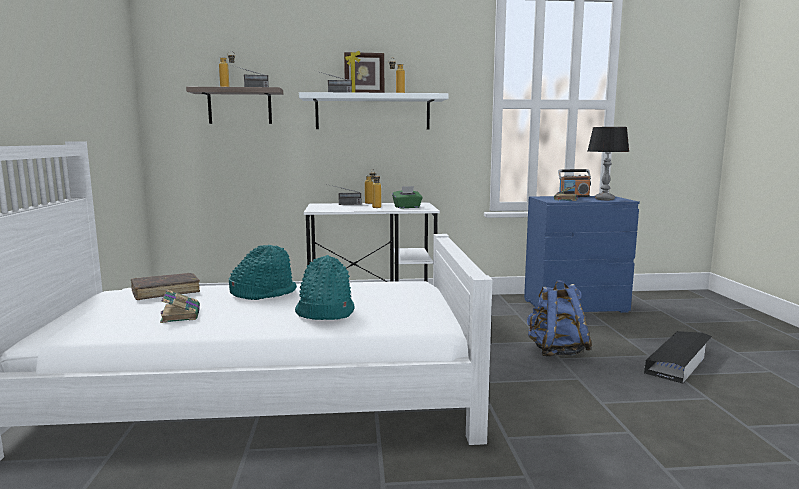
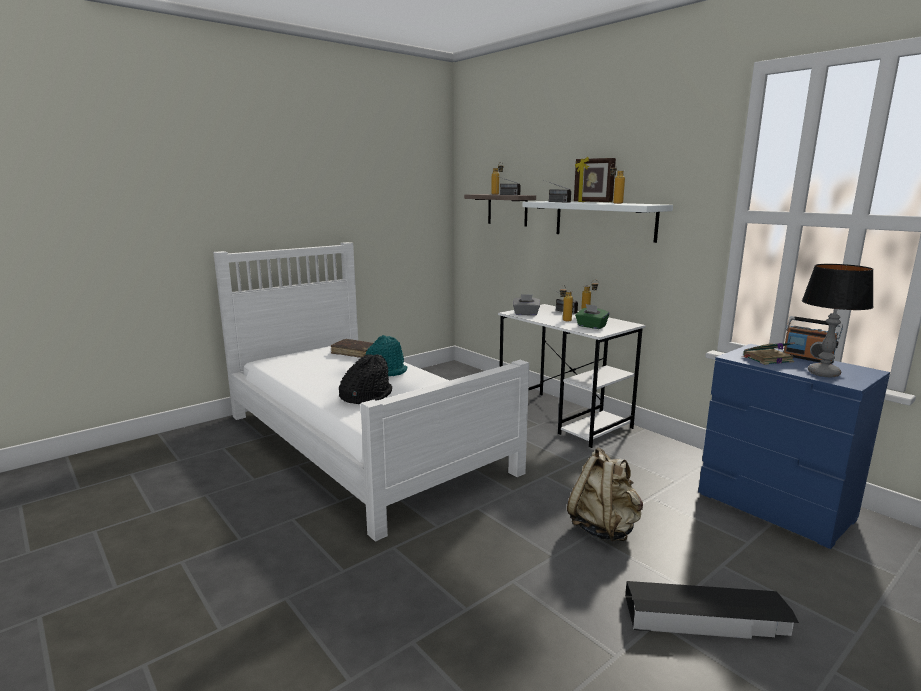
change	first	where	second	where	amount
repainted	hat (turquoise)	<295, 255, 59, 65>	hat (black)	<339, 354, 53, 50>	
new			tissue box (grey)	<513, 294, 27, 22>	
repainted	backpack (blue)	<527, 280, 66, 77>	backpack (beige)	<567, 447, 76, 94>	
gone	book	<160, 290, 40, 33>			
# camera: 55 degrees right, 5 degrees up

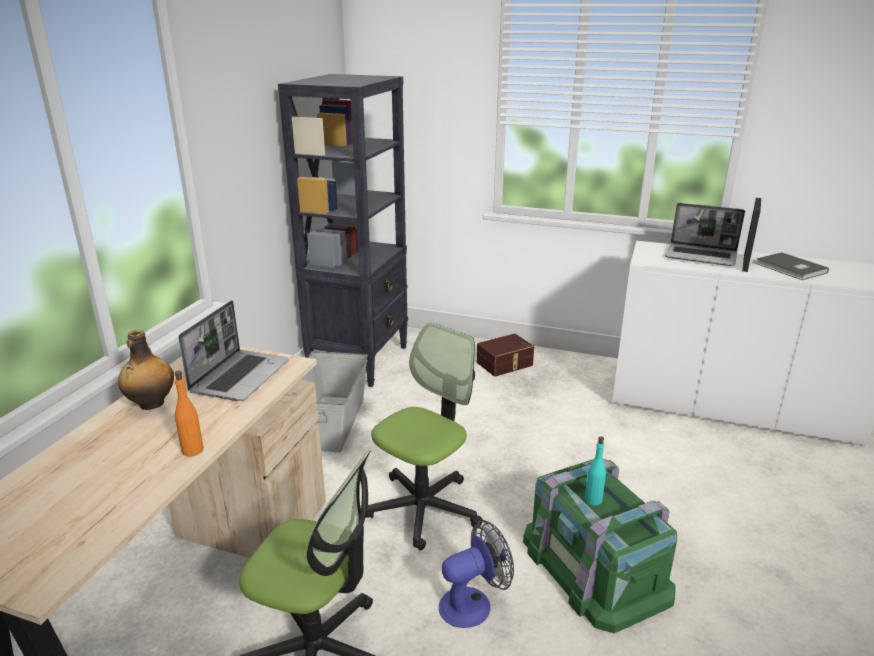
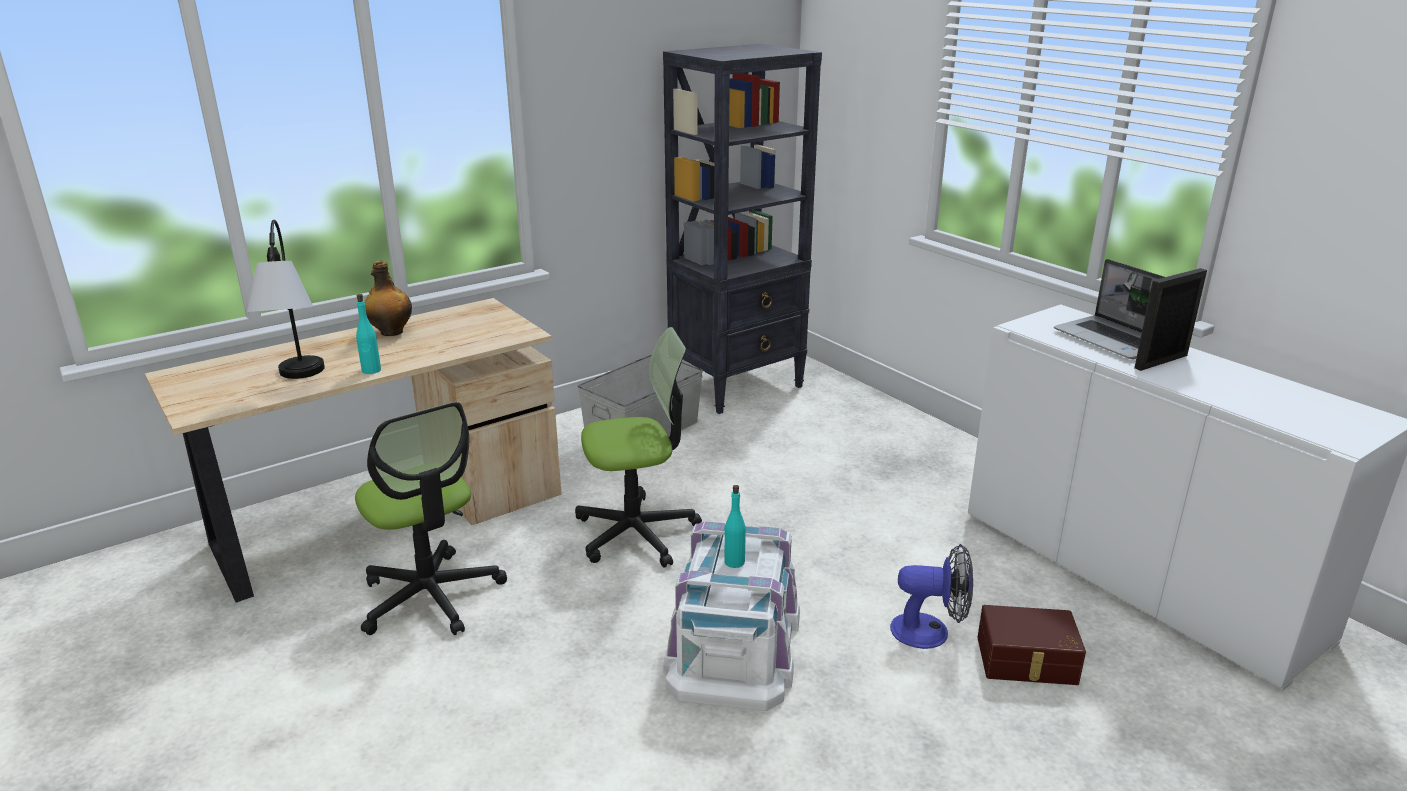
change	first	where	second	where	amount
new			table lamp	<247, 220, 78, 159>	
repainted	bottle (orange)	<175, 371, 29, 86>	bottle (turquoise)	<356, 294, 25, 80>	
repainted	storage box (green)	<523, 459, 154, 174>	storage box (white)	<663, 521, 137, 190>	
shifted	fan	<439, 520, 75, 108>		<890, 544, 83, 105>	
shifted	storage box (brown)	<477, 334, 57, 43>		<977, 605, 109, 80>	
gone	laptop	<178, 300, 111, 101>			
gone	book (grey)	<756, 252, 73, 28>			
# camera: 35 degrees right, 0 degrees up

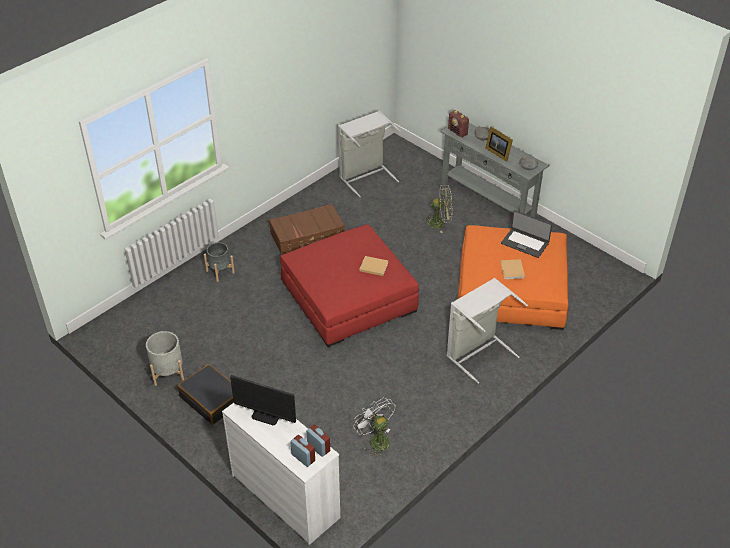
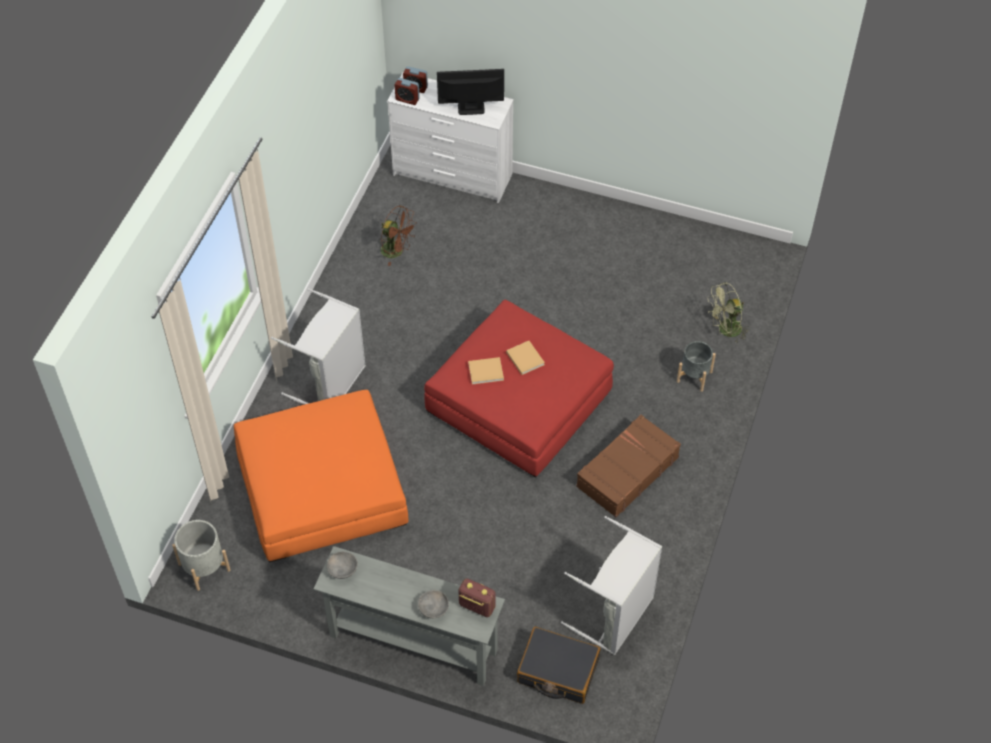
change	first	where	second	where	amount
shifted	planter (grey)	<146, 331, 38, 55>		<172, 520, 59, 71>	
repainted	fan (white)	<353, 397, 43, 60>	fan (brown)	<379, 205, 38, 61>	
shifted	book (beige)	<501, 259, 24, 20>		<506, 341, 39, 34>	
shifted	suitcase (black)	<178, 364, 56, 61>		<517, 626, 84, 78>	
shifted	fan (green)	<423, 185, 30, 48>		<708, 282, 42, 61>	
gone	picture frame	<485, 127, 28, 35>			
gone	laptop	<501, 210, 51, 48>			
# camera: 155 degrees right, 10 degrees up

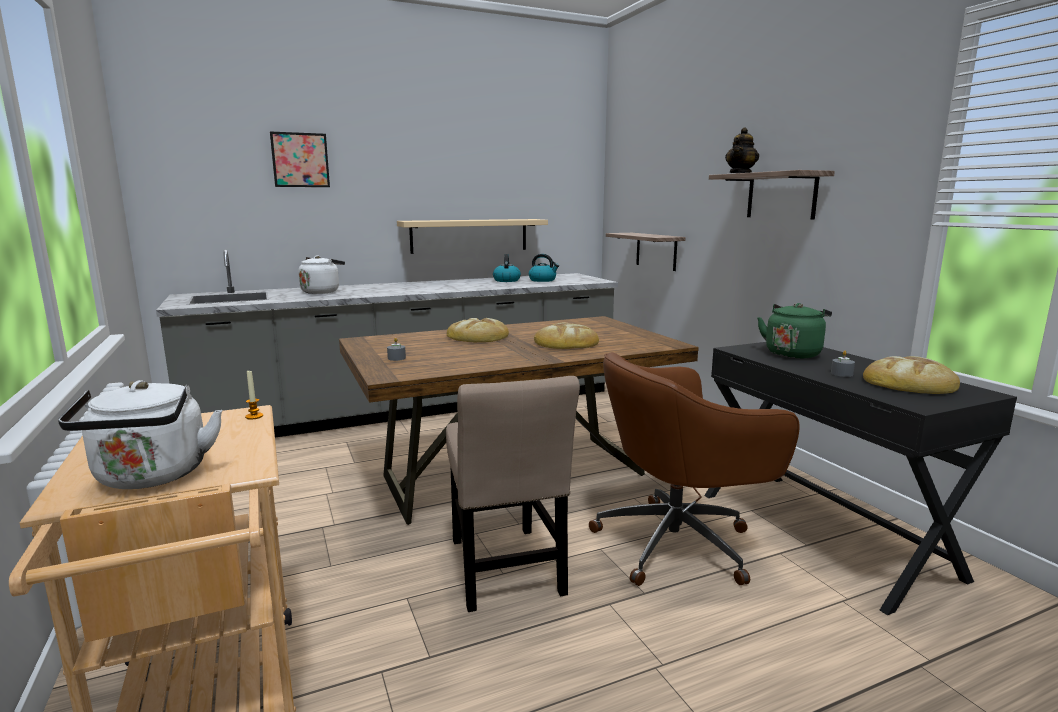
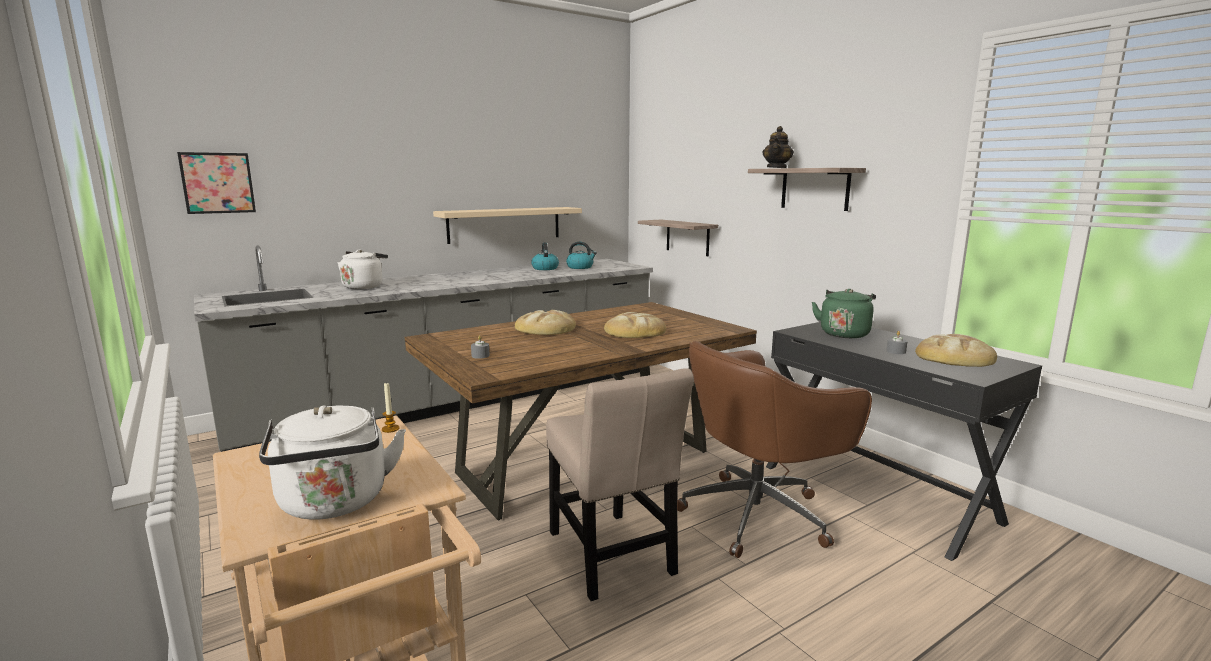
change	first	where	second	where	amount
shifted	picture	<270, 132, 60, 55>		<177, 152, 79, 62>	
# camera: 10 degrees left, 0 degrees up

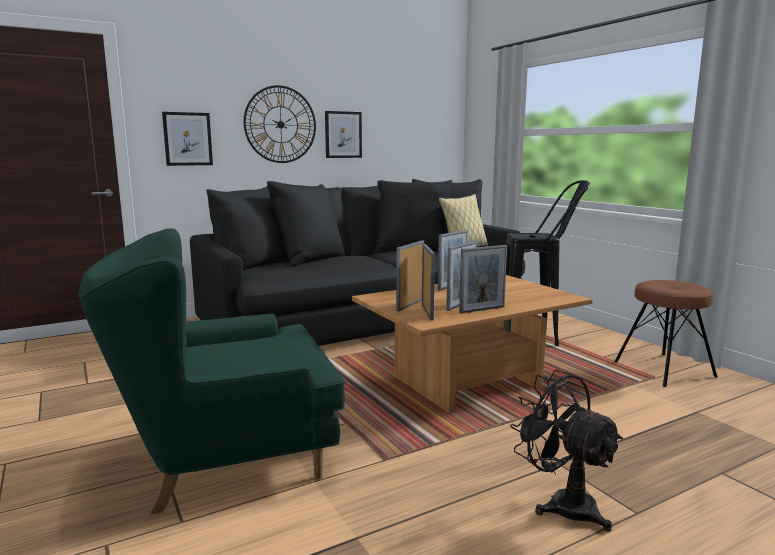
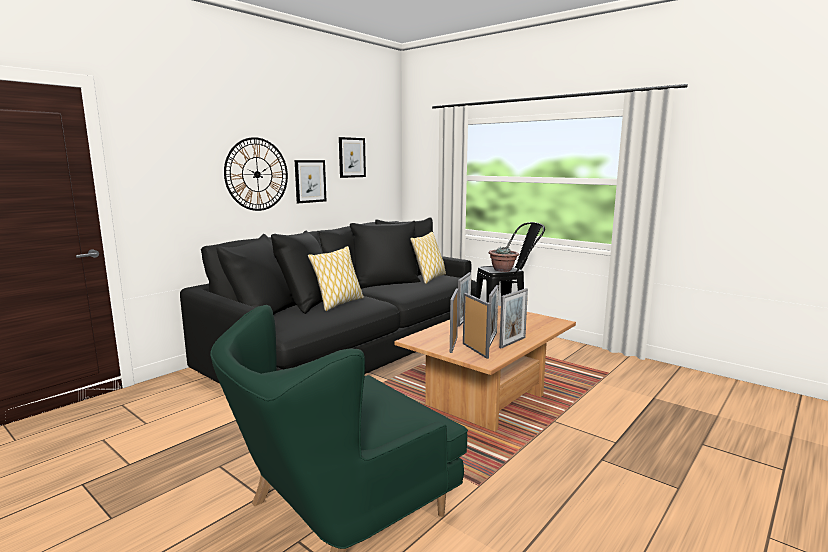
change	first	where	second	where	amount
new			pillow	<308, 246, 56, 65>	
shifted	picture	<162, 112, 51, 54>		<339, 137, 27, 41>	
new			potted plant	<489, 246, 30, 26>	
gone	fan (black)	<510, 370, 113, 162>			
gone	stool (brown)	<614, 280, 104, 107>			
# camera: 20 degrees left, 0 degrees up

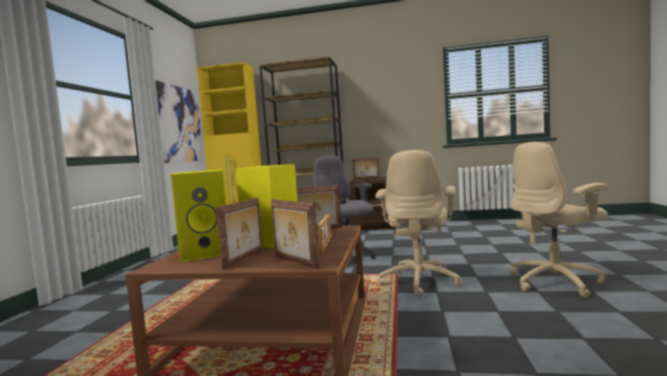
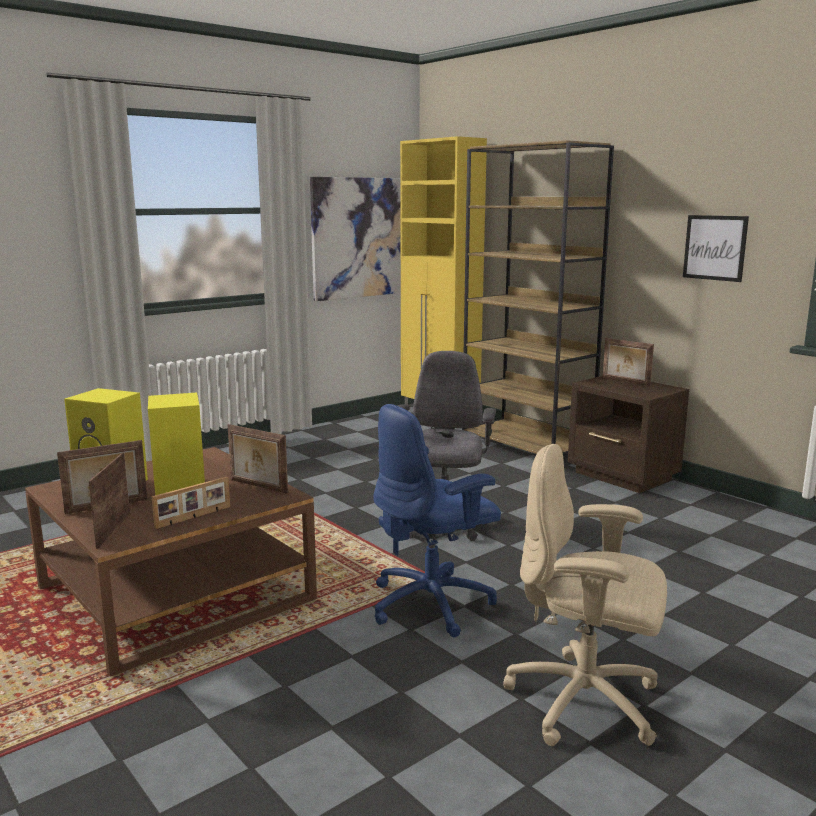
change	first	where	second	where	amount
repainted	office chair (beige)	<375, 150, 87, 147>	office chair (blue)	<373, 404, 128, 233>	
new			picture	<683, 215, 66, 67>	
# camera: 40 degrees right, 10 degrees up

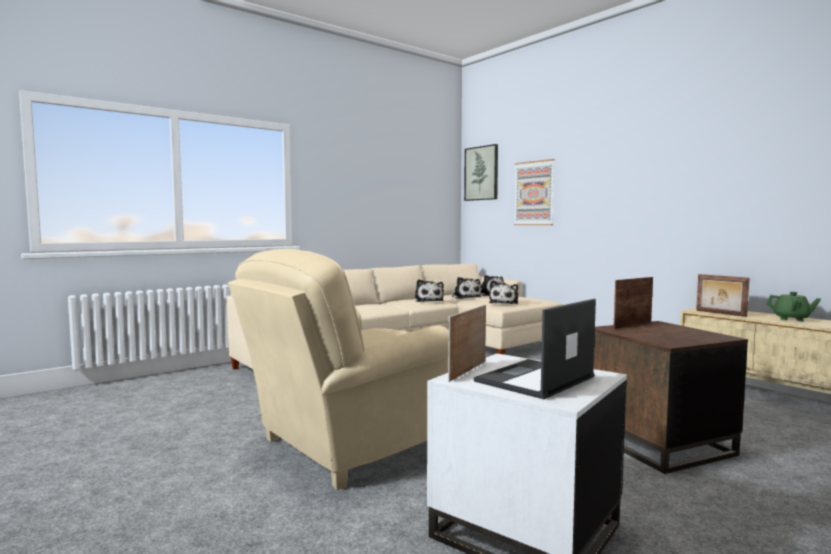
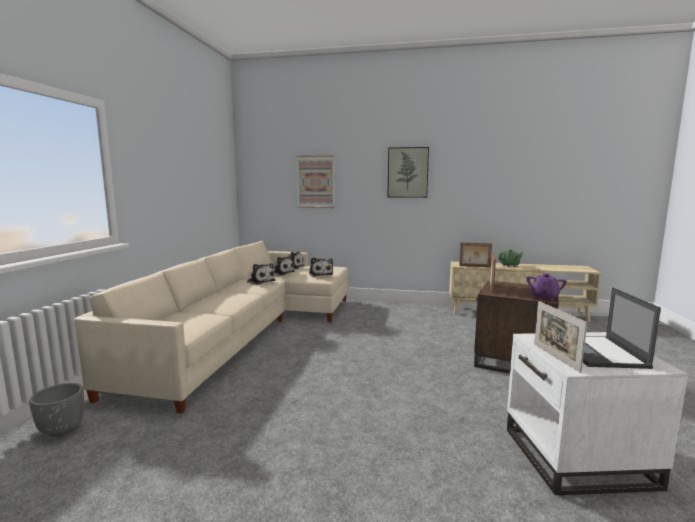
change	first	where	second	where	amount
new			planter (grey)	<29, 383, 55, 54>	
shifted	picture	<464, 144, 34, 57>		<387, 147, 42, 51>	
new			teapot (purple)	<526, 274, 41, 27>	
gone	armchair (beige)	<228, 249, 221, 241>			
# camera: 40 degrees left, 5 degrees up

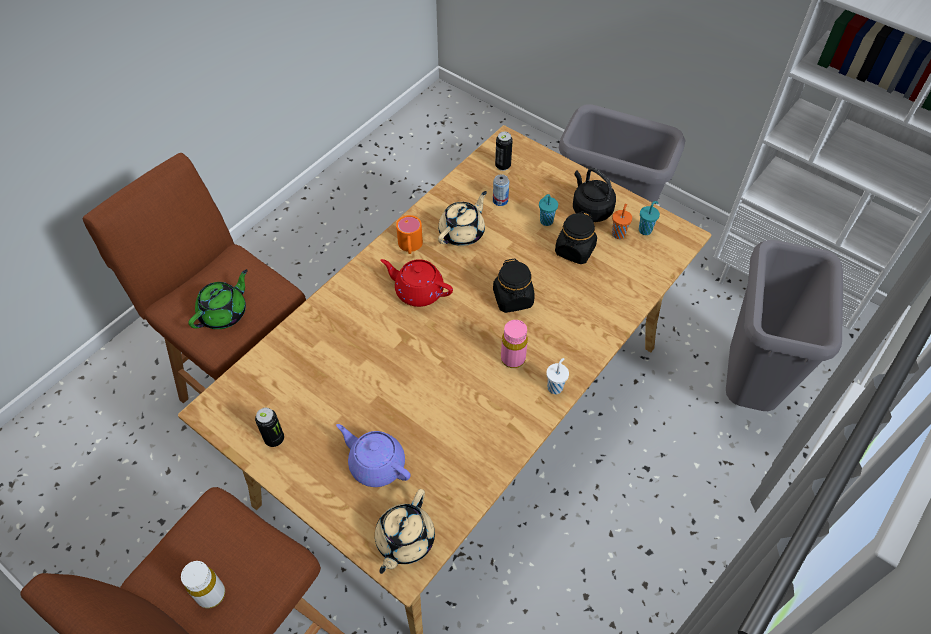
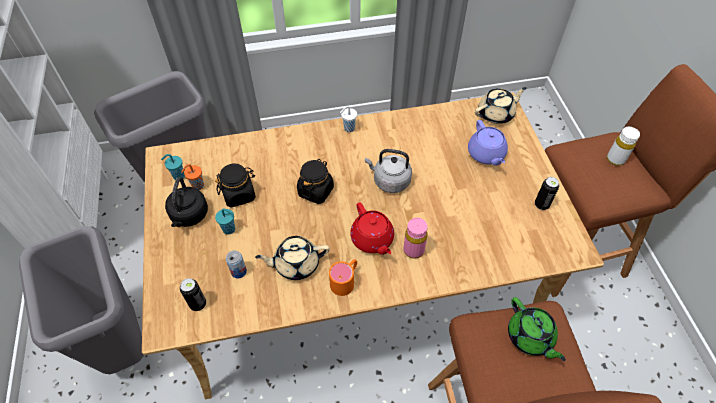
change	first	where	second	where	amount
new			kettle (grey)	<365, 149, 47, 44>	
shifted	bottle (pink)	<501, 320, 27, 48>		<403, 218, 25, 41>	
rotated	teapot (green)	<188, 269, 60, 60>		<508, 297, 58, 64>	105 degrees counterclockwise
# camera: 140 degrees left, 0 degrees up

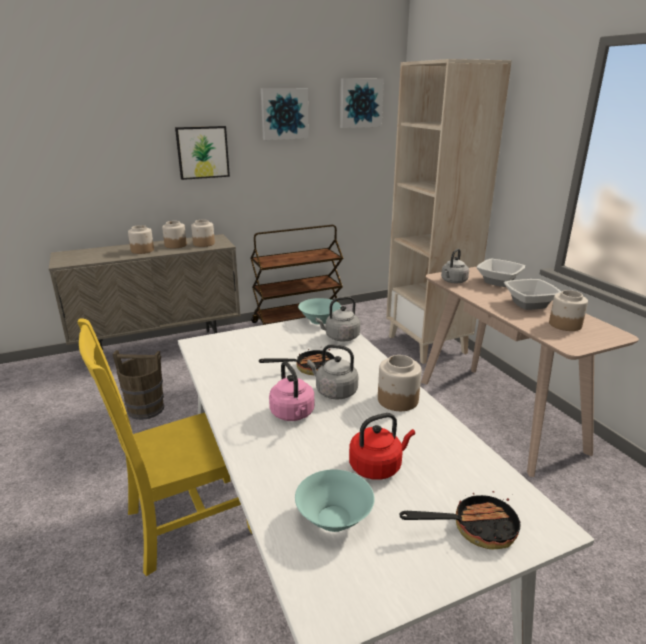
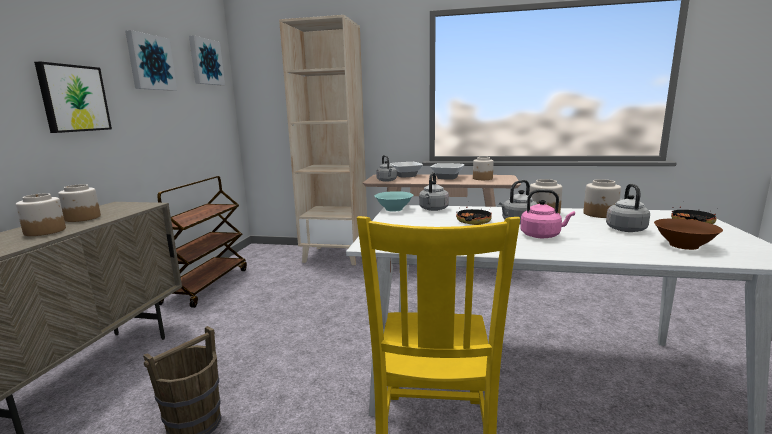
change	first	where	second	where	amount
shifted	jar	<191, 220, 24, 27>		<583, 179, 38, 39>	
repainted	kettle (red)	<349, 413, 66, 67>	kettle (grey)	<606, 184, 44, 48>	
repainted	bowl (turquoise)	<295, 469, 79, 63>	bowl (brown)	<654, 218, 69, 32>	
# camera: 55 degrees left, 10 degrees down

